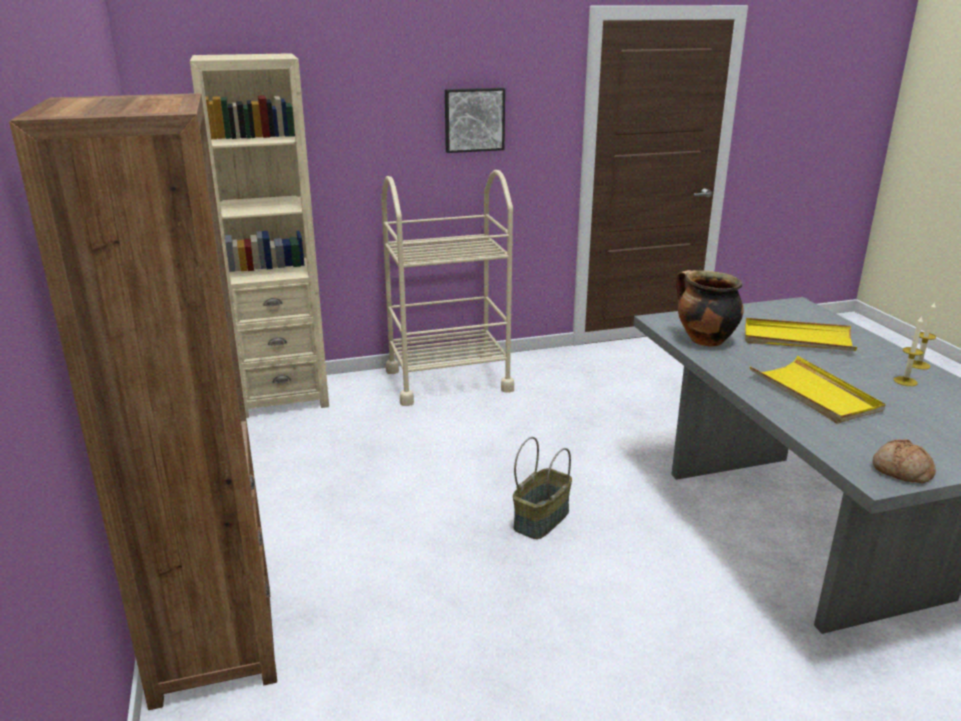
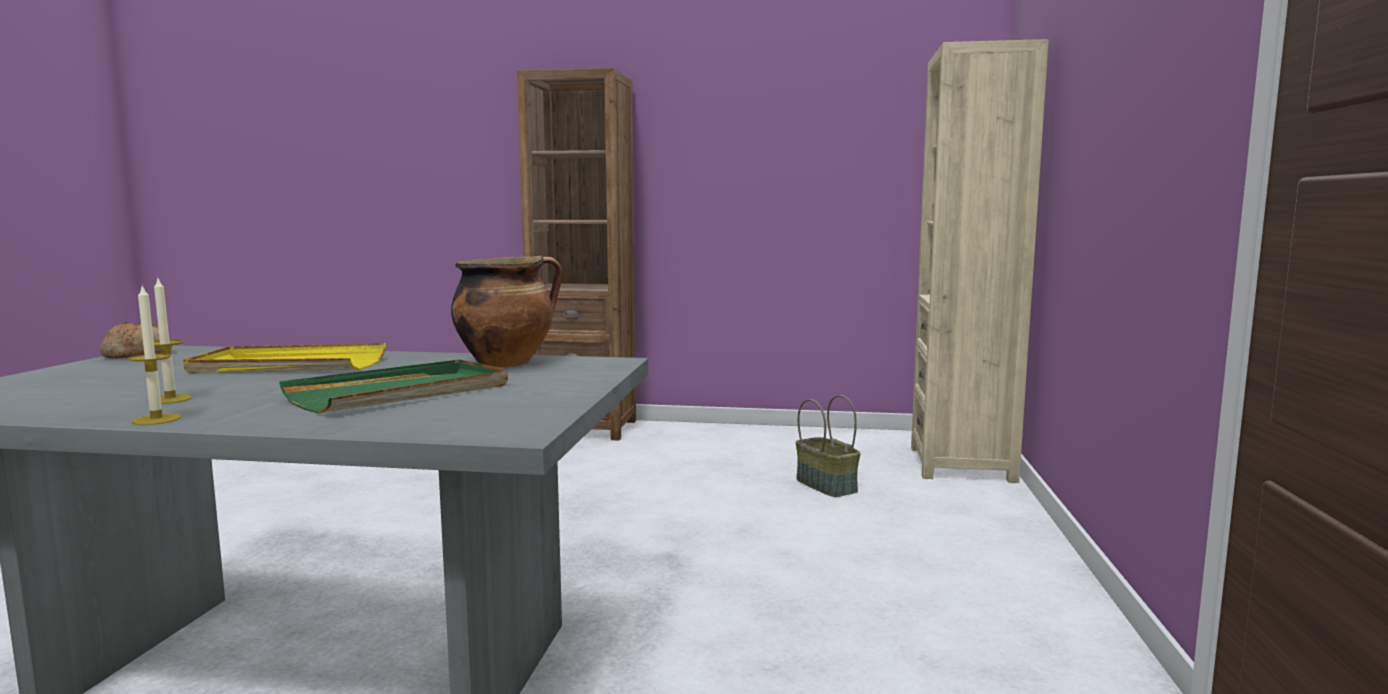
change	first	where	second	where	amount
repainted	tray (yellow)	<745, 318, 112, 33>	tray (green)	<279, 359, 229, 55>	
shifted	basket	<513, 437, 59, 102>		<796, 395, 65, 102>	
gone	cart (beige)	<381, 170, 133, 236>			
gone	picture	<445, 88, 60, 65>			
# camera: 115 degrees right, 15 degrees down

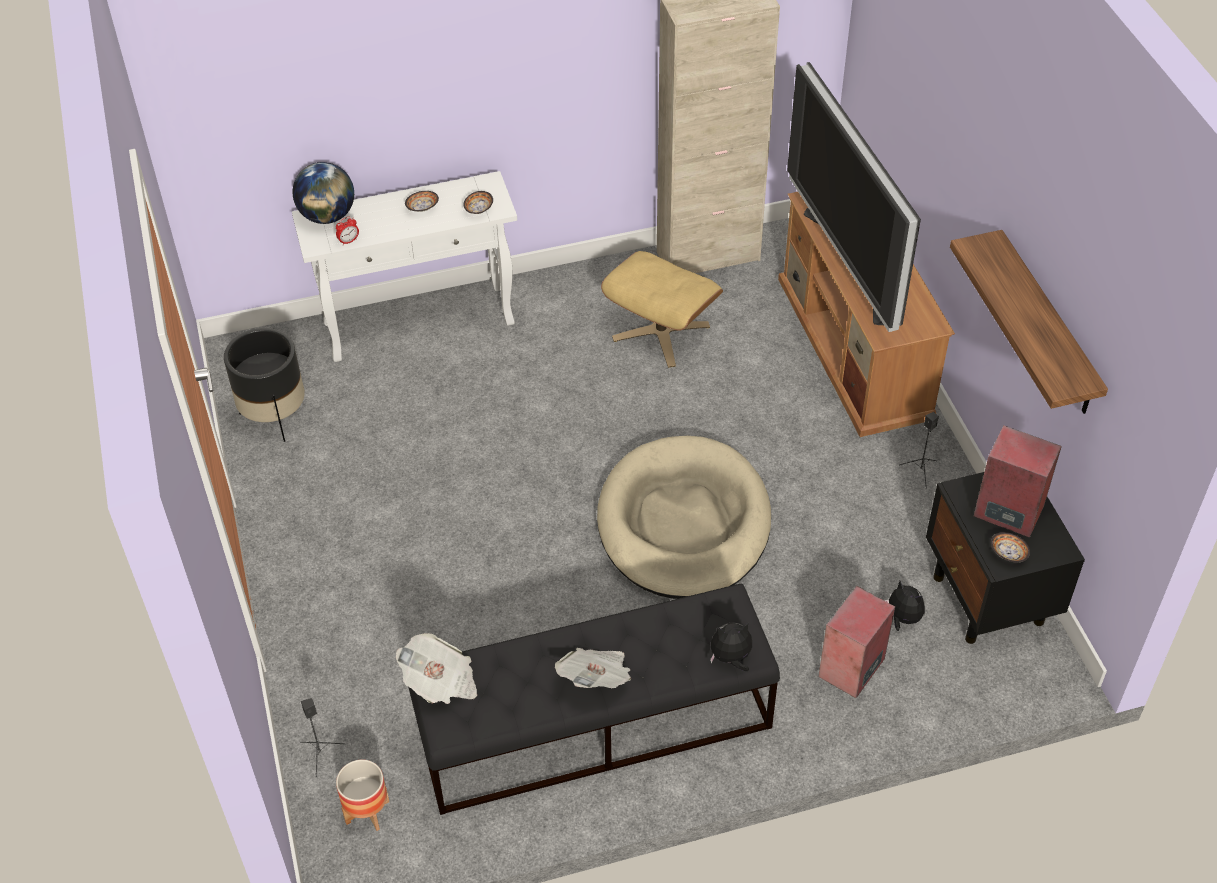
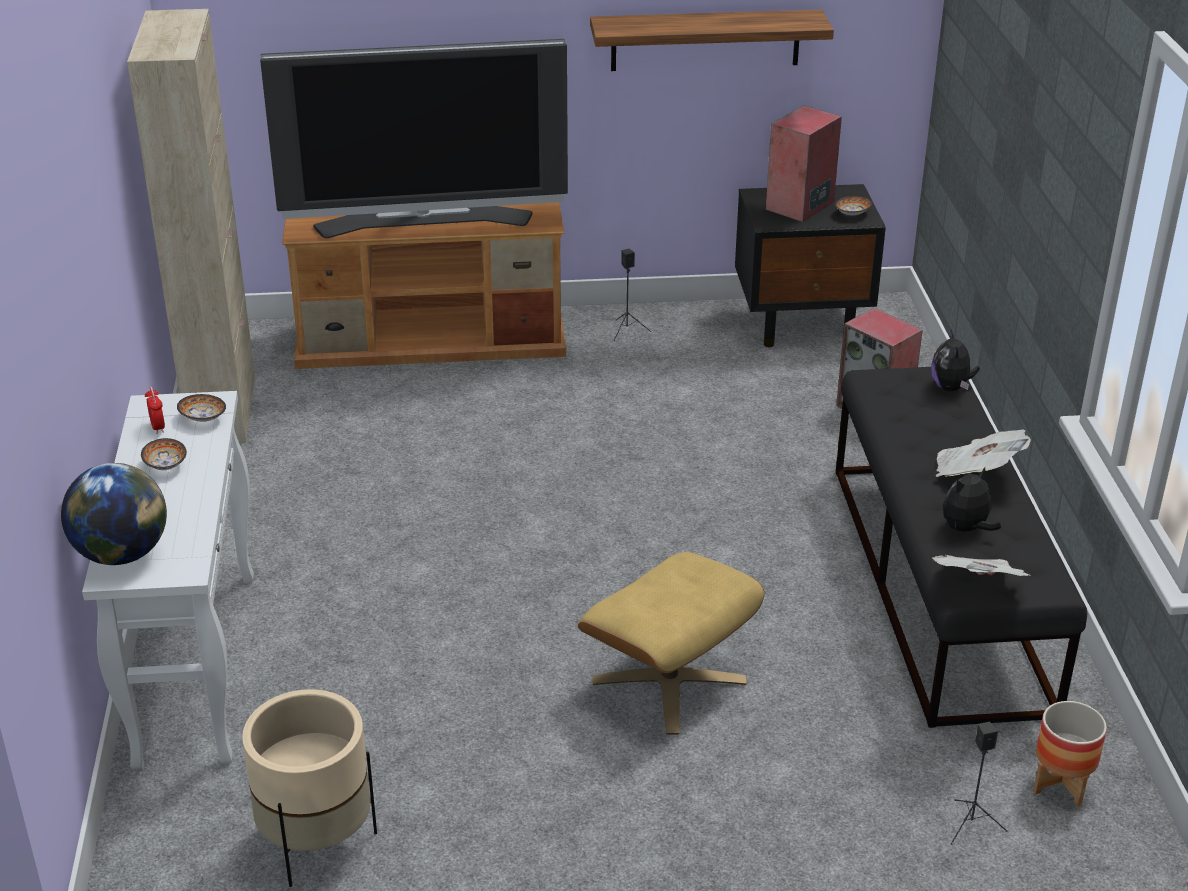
change	first	where	second	where	amount
shifted	alarm clock	<336, 217, 23, 28>		<145, 386, 20, 48>	
repainted	planter (black)	<224, 328, 81, 114>	planter (beige)	<242, 689, 135, 198>	
shifted	ottoman (beige)	<601, 251, 122, 117>		<578, 552, 186, 183>	
shifted	plush toy	<884, 581, 41, 50>		<943, 467, 58, 65>	
gone	dog bed (beige)	<597, 436, 174, 163>			
# camera: 80 degrees left, 15 degrees down

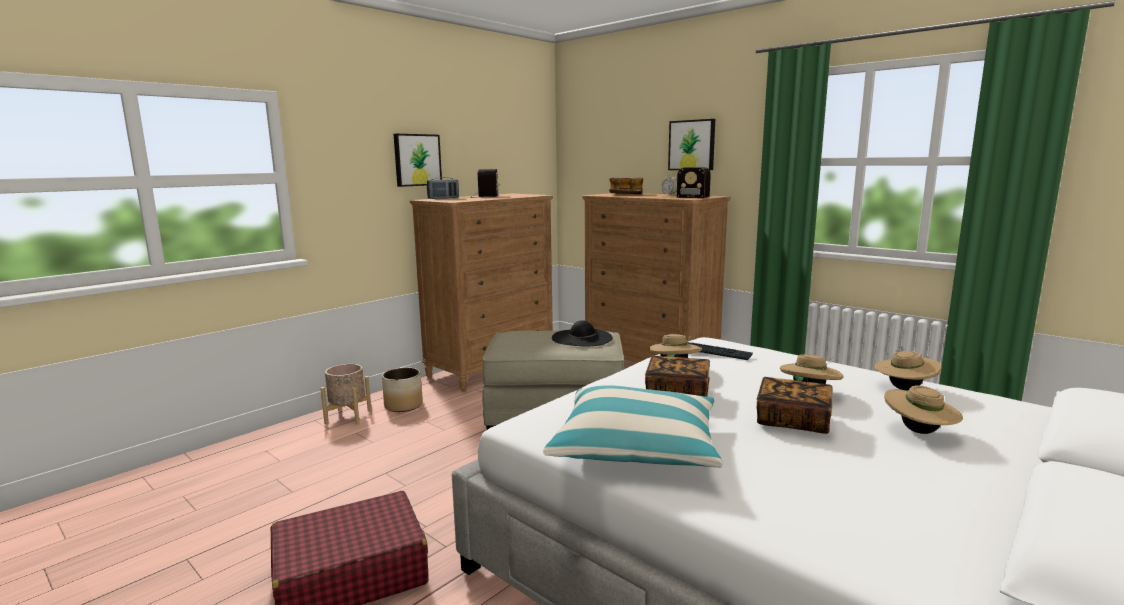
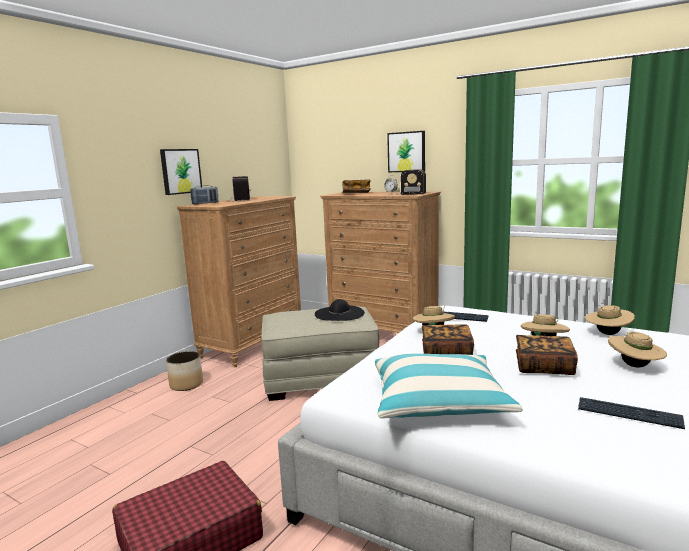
change	first	where	second	where	amount
new			keyboard	<578, 397, 107, 32>	
gone	planter (beige)	<320, 364, 52, 61>			
# camera: 10 degrees left, 0 degrees up

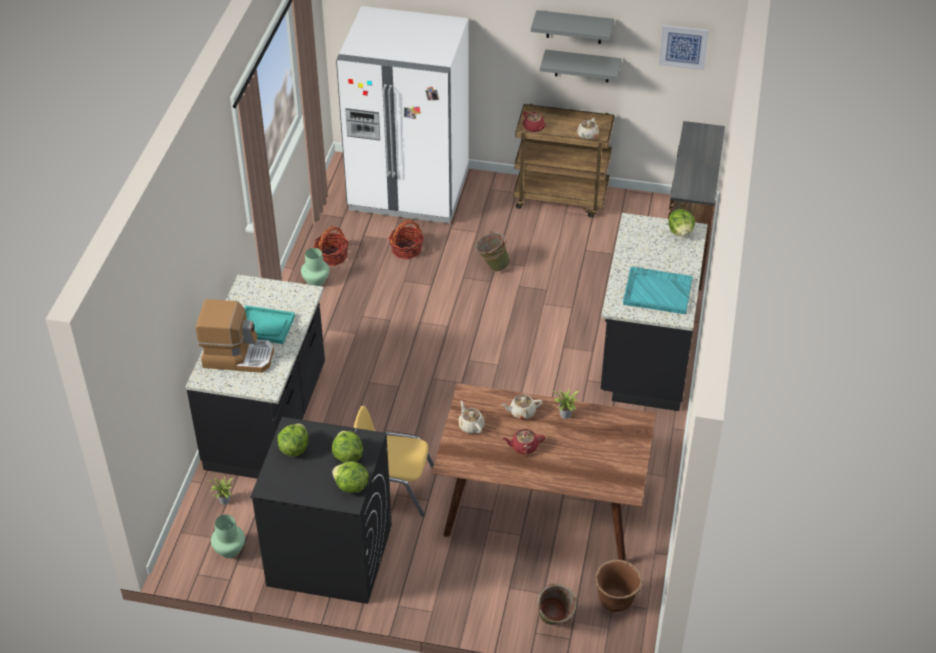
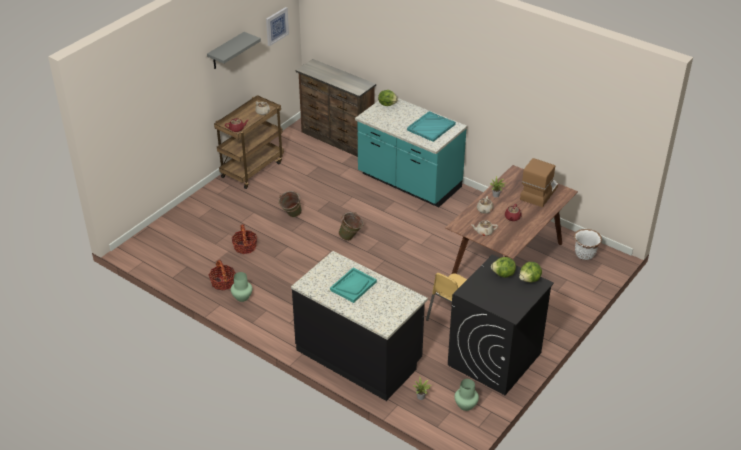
change	first	where	second	where	amount
shifted	bucket (green)	<536, 583, 41, 42>		<338, 212, 26, 29>	
repainted	counter (black)	<601, 213, 107, 198>	counter (turquoise)	<355, 98, 112, 110>	
shifted	coffee machine	<196, 299, 78, 74>		<520, 158, 38, 49>	
repainted	planter (brown)	<595, 560, 48, 52>	planter (white)	<574, 229, 28, 31>	
gone	lettuce	<277, 424, 31, 32>			
gone	fridge (white)	<336, 6, 133, 218>			
gone	shelf (grey)	<540, 49, 82, 33>			
# camera: 65 degrees left, 5 degrees down

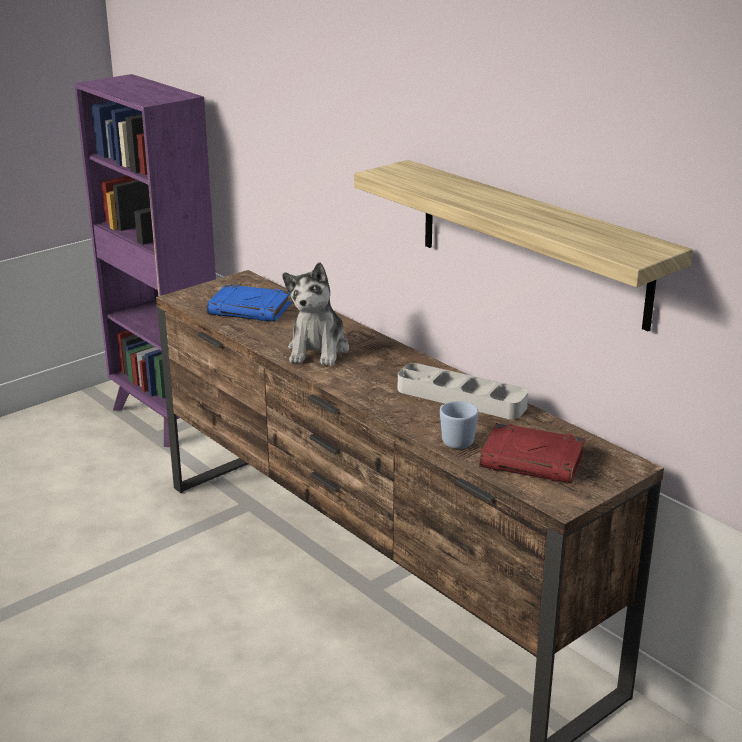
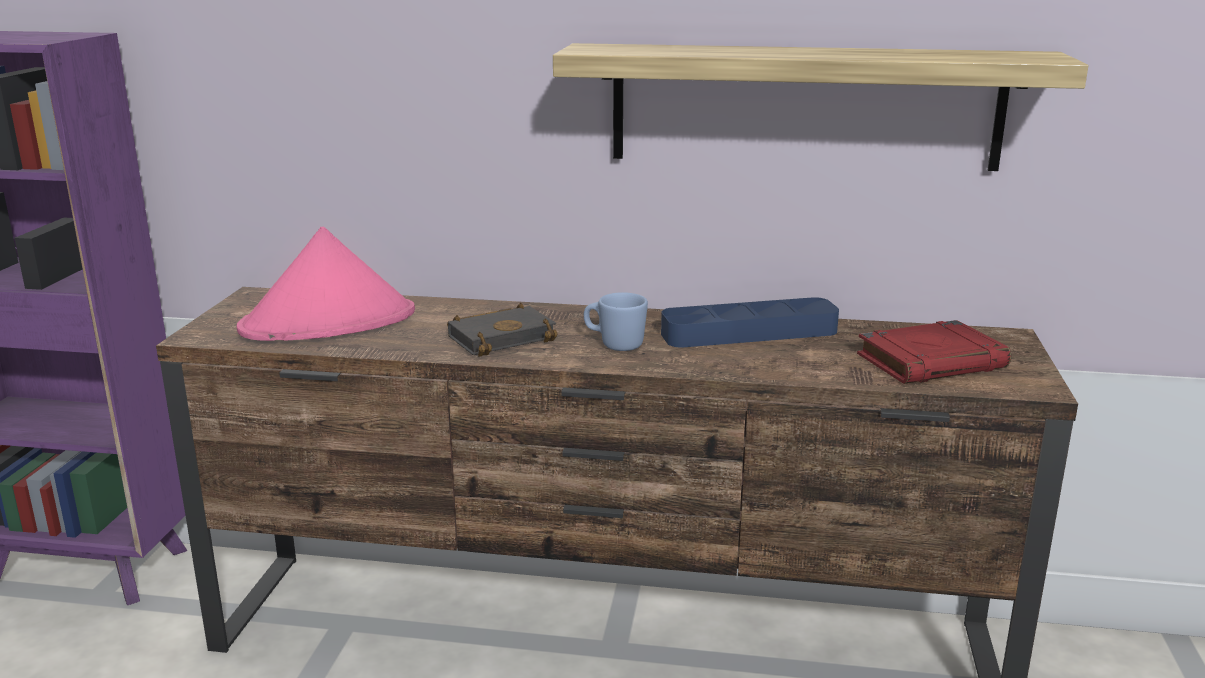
change	first	where	second	where	amount
swapped	book (blue)	<206, 284, 86, 38>	hat (pink)	<237, 226, 178, 115>	
swapped	plush toy	<282, 262, 67, 104>	book (black)	<447, 303, 111, 54>	
shifted	mug (blue)	<440, 401, 39, 48>		<584, 292, 64, 59>	
repainted	tray (grey)	<398, 363, 130, 56>	tray (blue)	<661, 297, 178, 51>	
# camera: 40 degrees left, 5 degrees down

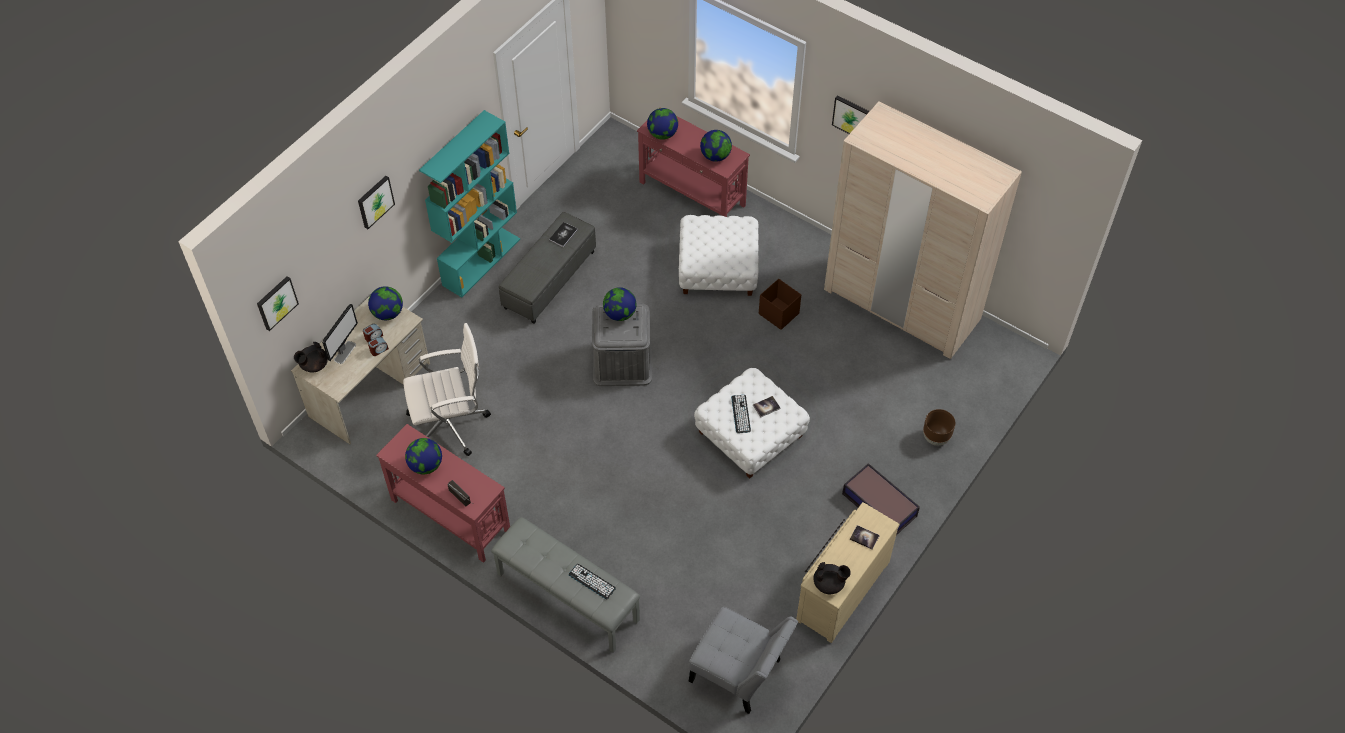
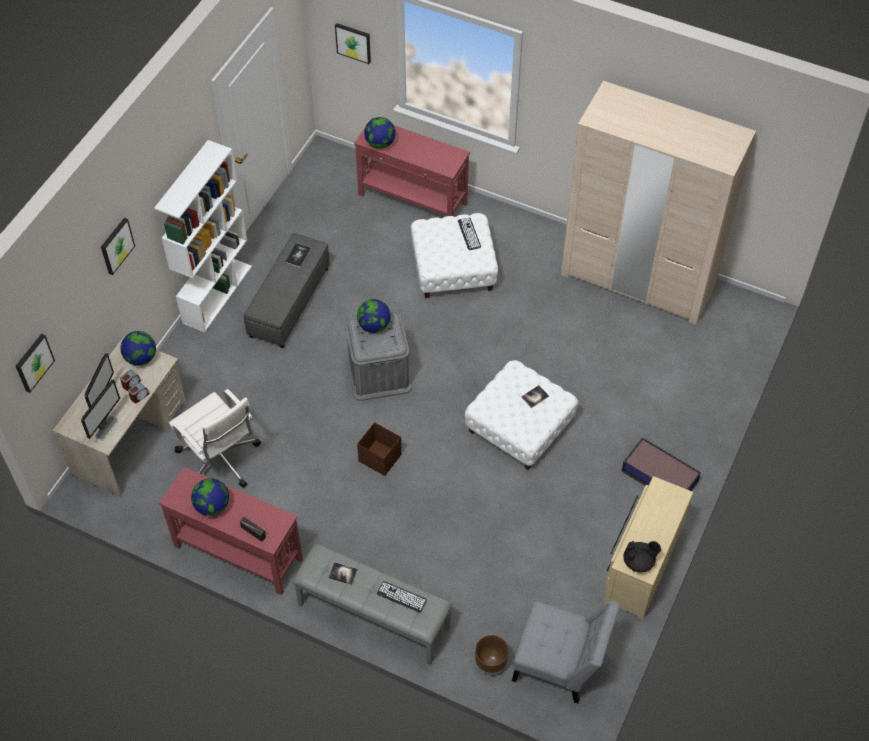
change	first	where	second	where	amount
new			monitor	<81, 379, 39, 62>	
repainted	bookcase (turquoise)	<419, 110, 101, 187>	bookcase (white)	<154, 140, 98, 193>	
rotated	office chair (white)	<403, 323, 88, 133>		<169, 389, 92, 99>	75 degrees clockwise
shifted	book	<850, 525, 30, 25>		<328, 562, 30, 23>	
shifted	picture	<832, 95, 38, 39>		<335, 23, 36, 41>	
shifted	storage box (brown)	<759, 279, 42, 51>		<357, 422, 45, 54>	
shifted	keyboard	<731, 395, 20, 38>		<458, 217, 23, 33>	
shifted	planter (brown)	<923, 409, 33, 37>		<475, 635, 34, 40>	
gone	teapot (black)	<294, 342, 34, 31>			
gone	globe	<700, 130, 32, 32>			
# camera: 10 degrees left, 0 degrees up

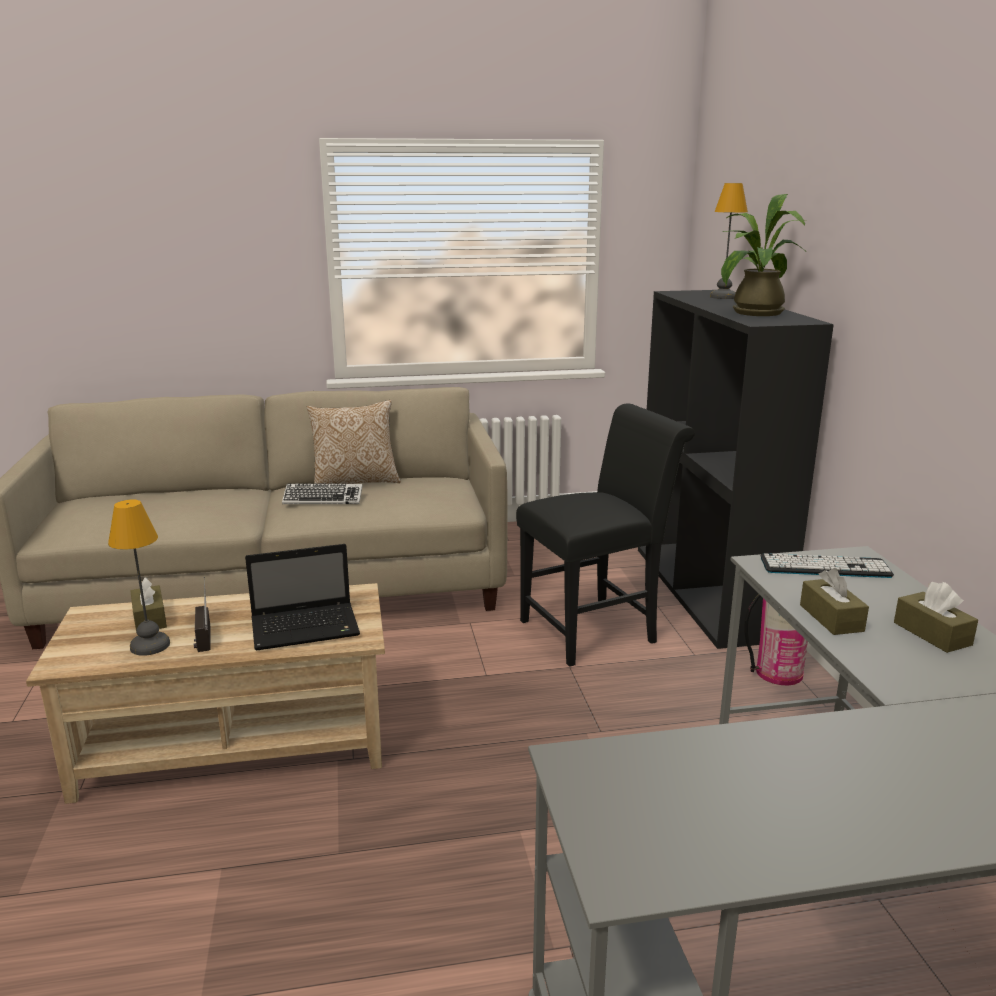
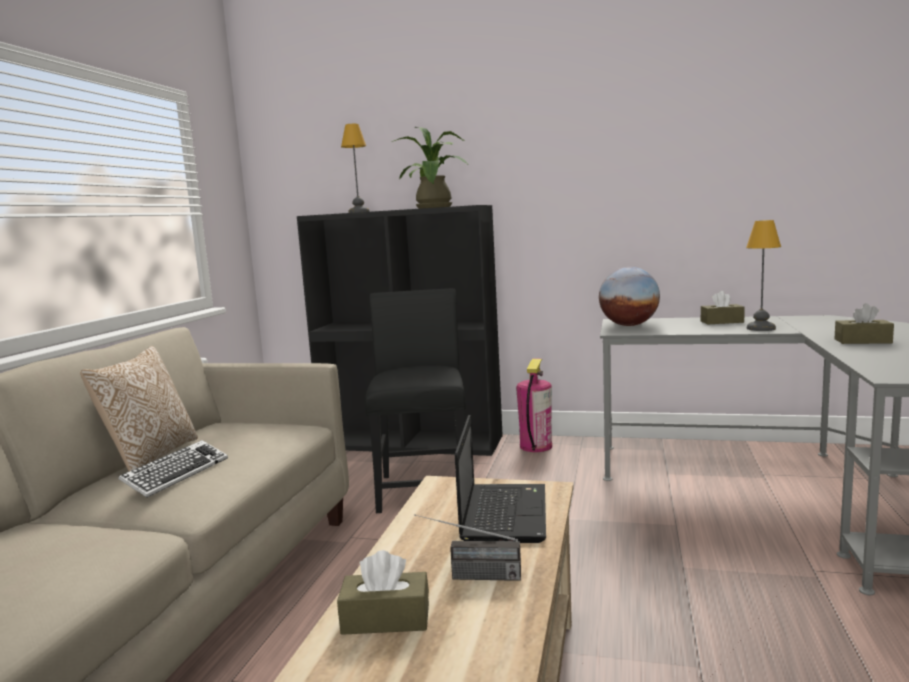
change	first	where	second	where	amount
swapped	keyboard	<760, 554, 134, 24>	globe	<599, 267, 61, 59>	
shifted	table lamp	<108, 500, 62, 156>		<746, 220, 35, 111>	
shifted	tissue box (brown)	<800, 568, 69, 67>		<834, 303, 60, 41>	
# camera: 65 degrees left, 10 degrees down

